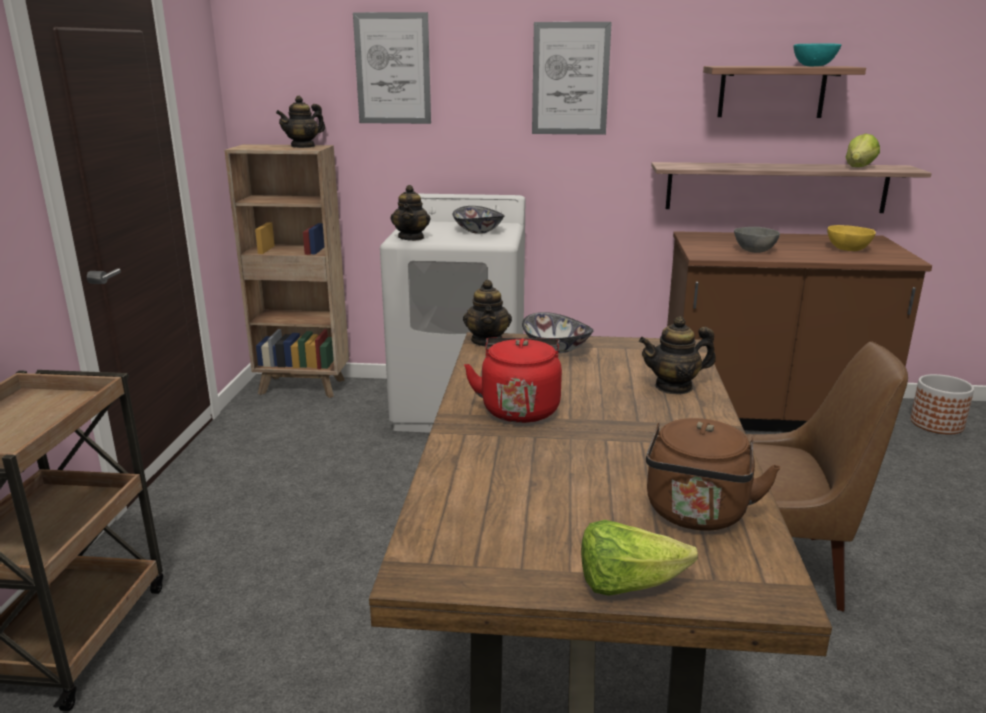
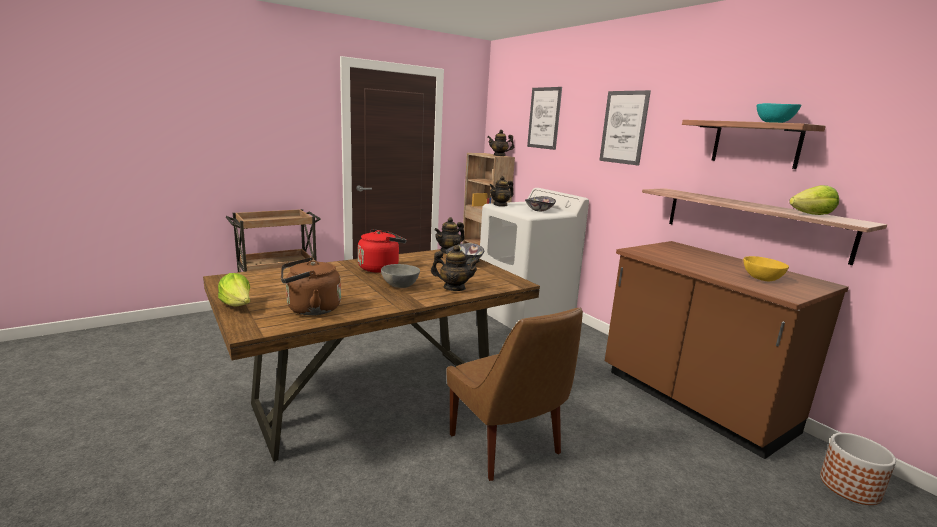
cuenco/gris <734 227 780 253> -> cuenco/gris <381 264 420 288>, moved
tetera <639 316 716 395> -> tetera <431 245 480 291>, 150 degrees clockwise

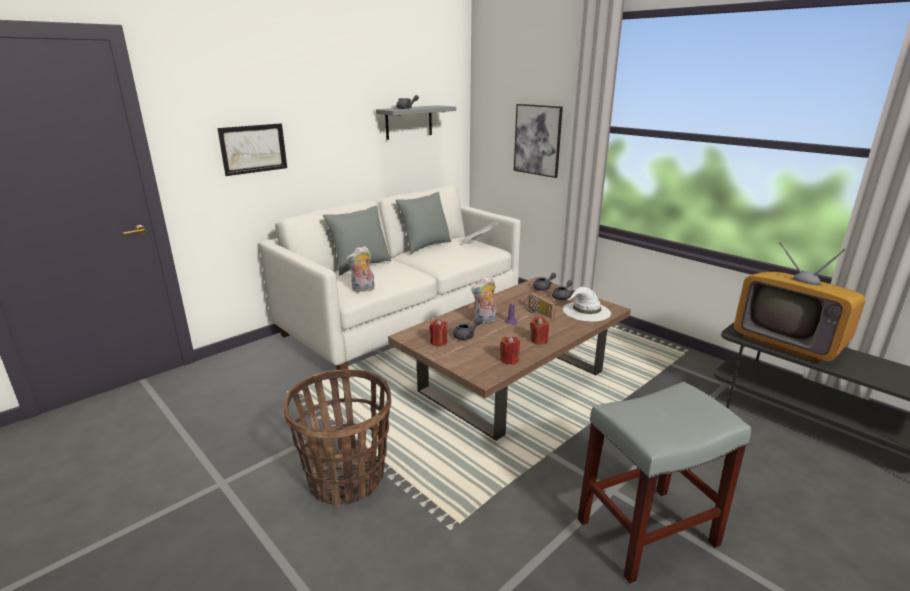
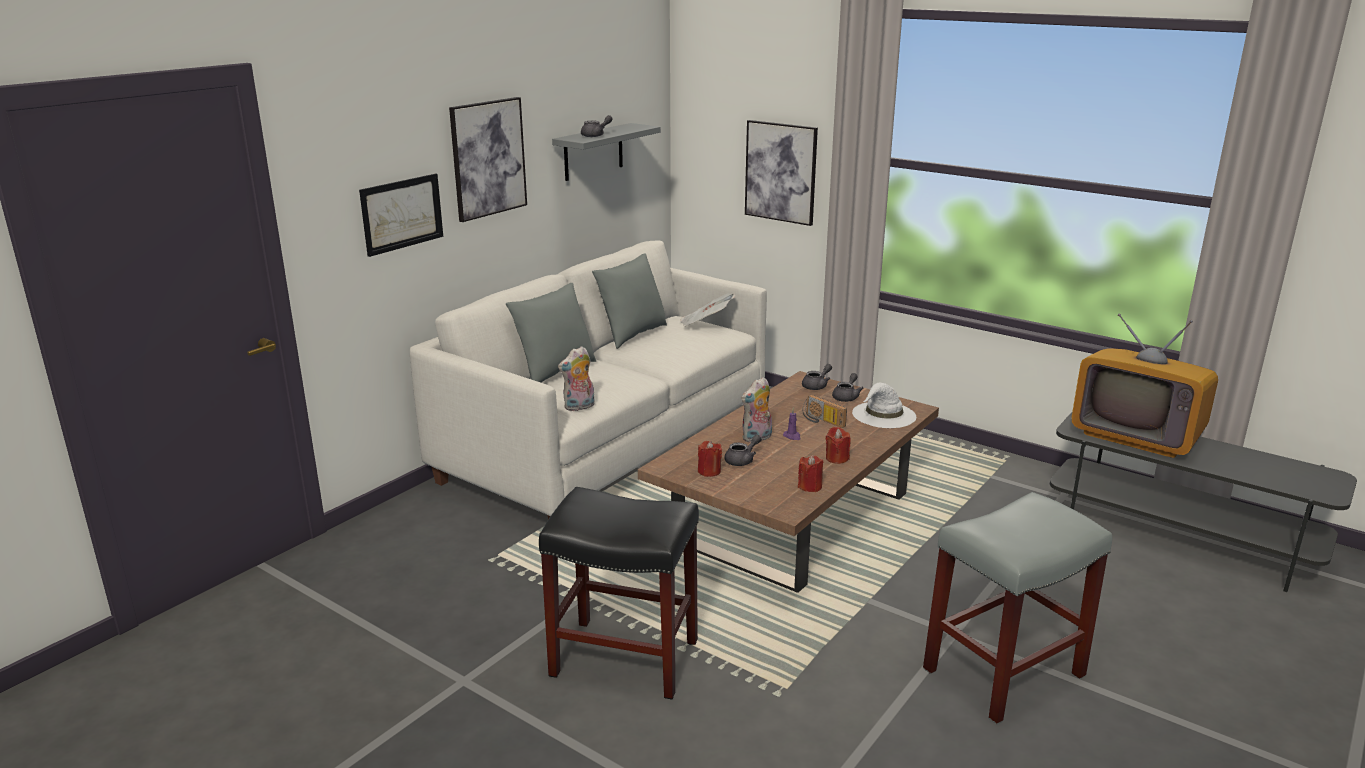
none -> cuadro <449 97 527 222>
cesta <283 369 391 507> -> taburete/negro <539 487 699 700>

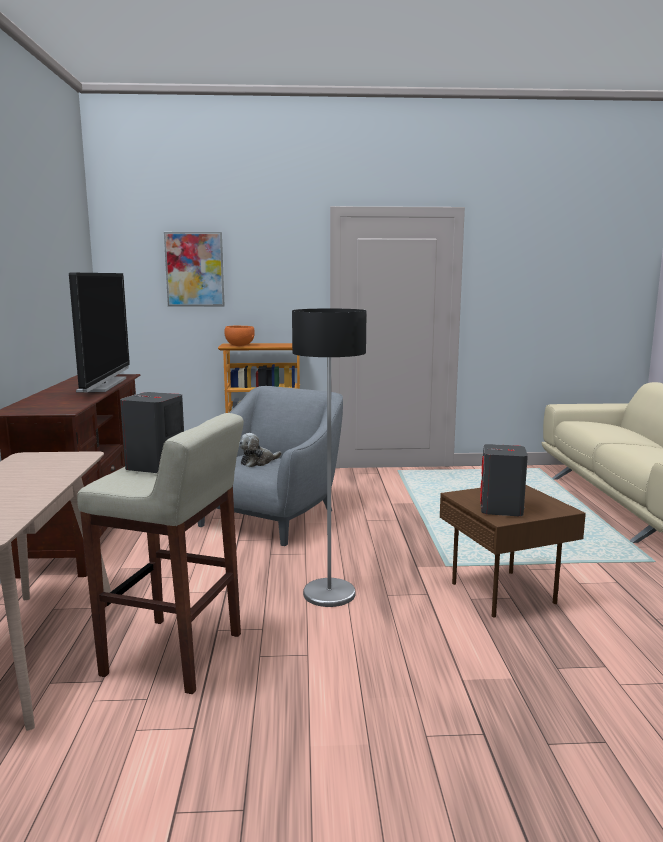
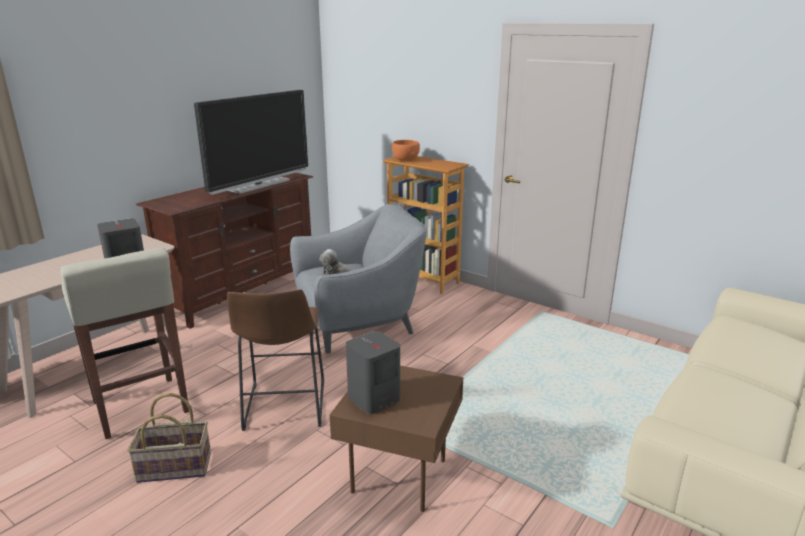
none -> cesta <127 393 211 483>
lámpara de pie <292 308 367 607> -> taburete/marrón <227 289 324 431>
cuadro <164 232 225 307> -> none

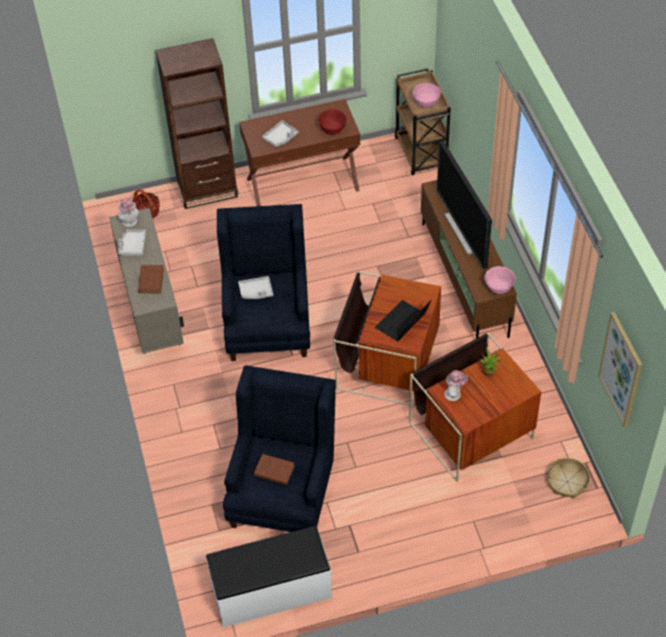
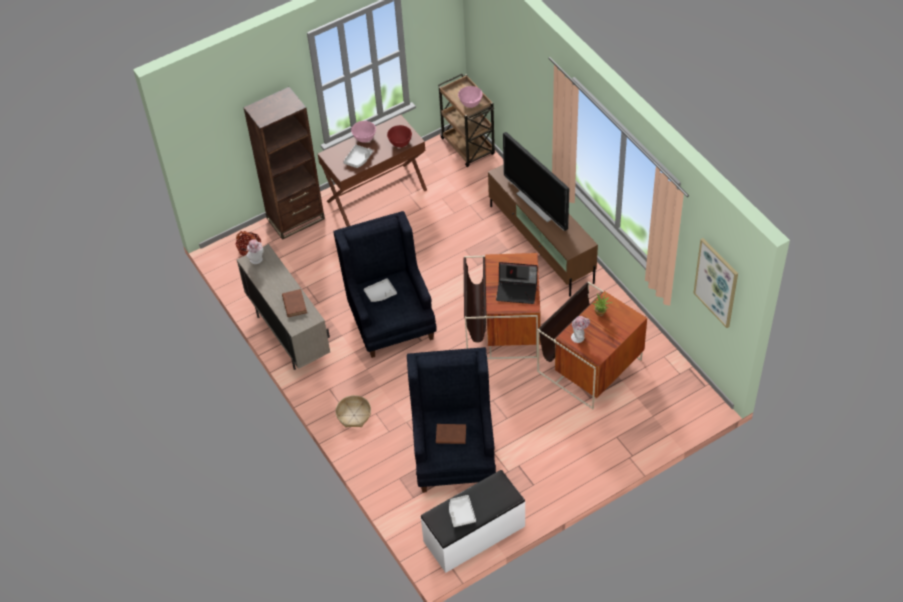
cesta <547 458 590 498> -> cesta <335 395 371 428>, moved
cuenco/rosa <484 266 516 294> -> cuenco/rosa <351 121 376 143>, moved
bandeja/gris <118 229 146 256> -> bandeja/gris <449 495 476 527>, moved
portátil <375 300 432 341> -> portátil <496 262 538 304>, 105 degrees counterclockwise

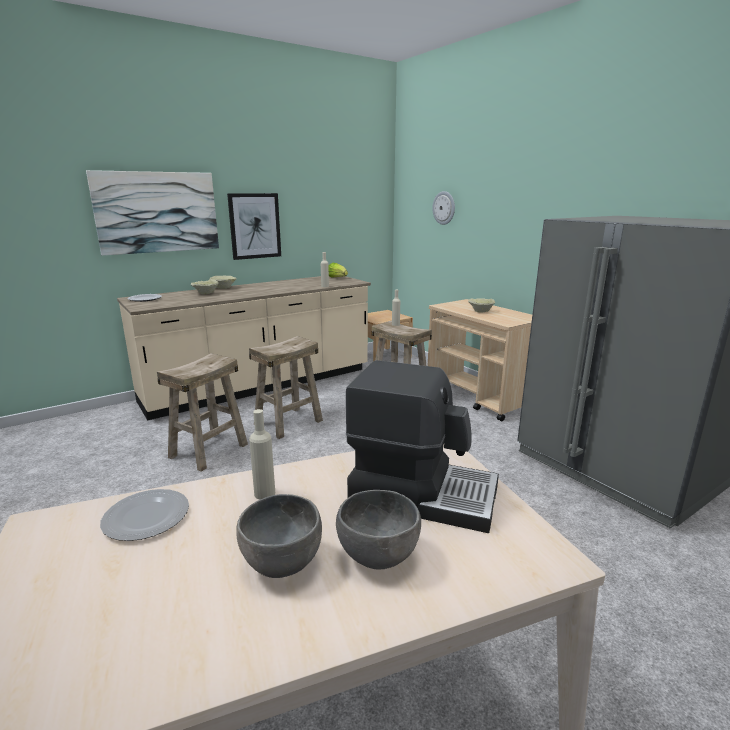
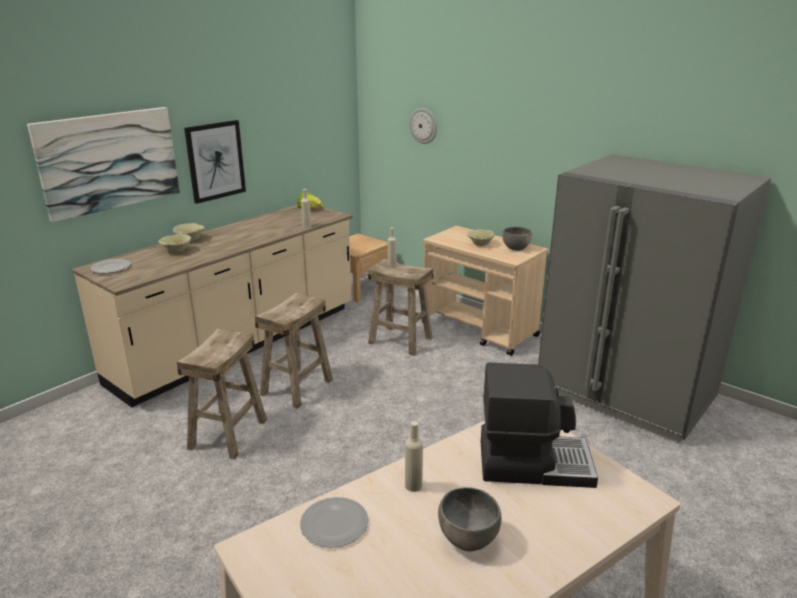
cuenco/gris <336 490 421 569> -> cuenco/gris <502 227 532 251>, moved

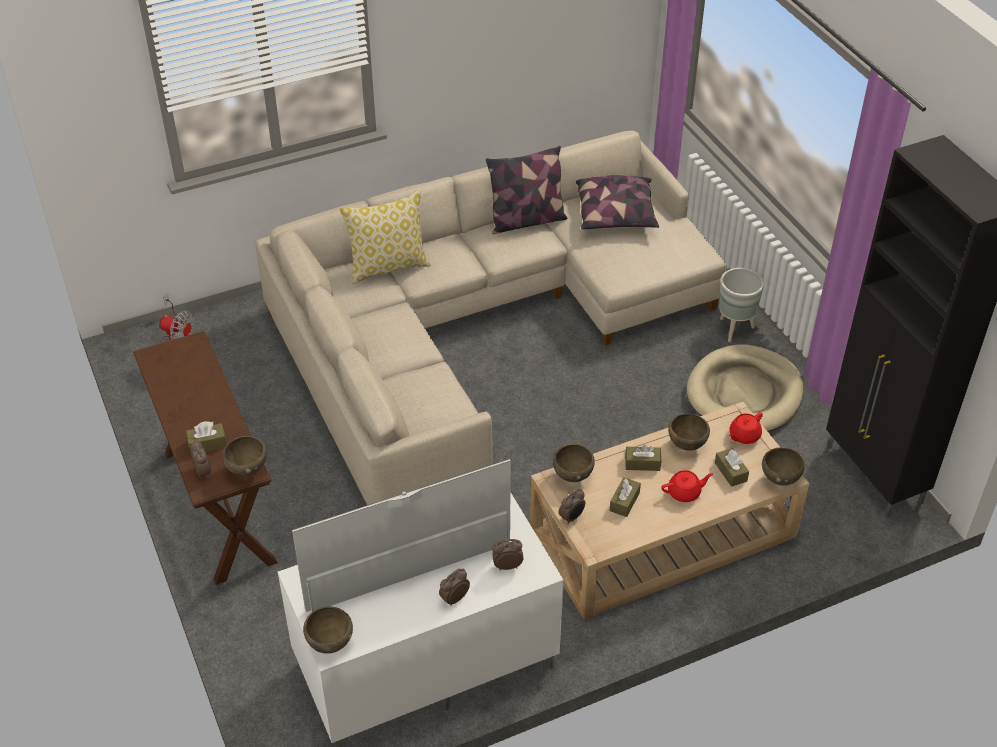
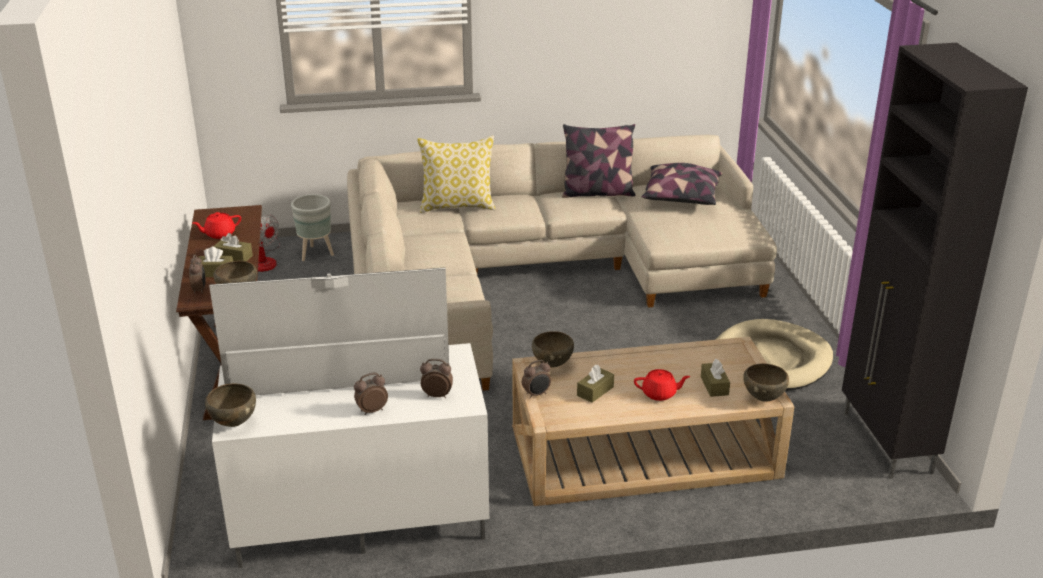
tetera/rojo <729 412 763 444> -> tetera/rojo <193 212 241 239>, moved
caja de pañuelos/marrón <625 445 661 471> -> caja de pañuelos/marrón <213 233 253 262>, moved
maceta/gris <719 268 764 342> -> maceta/gris <291 194 334 261>, moved
cuenco/marrón <668 414 710 451> -> none

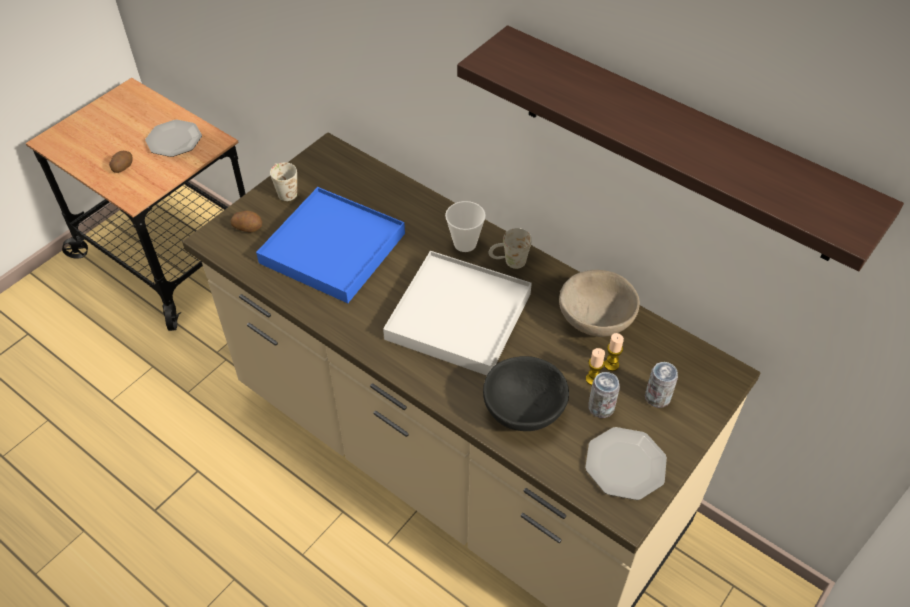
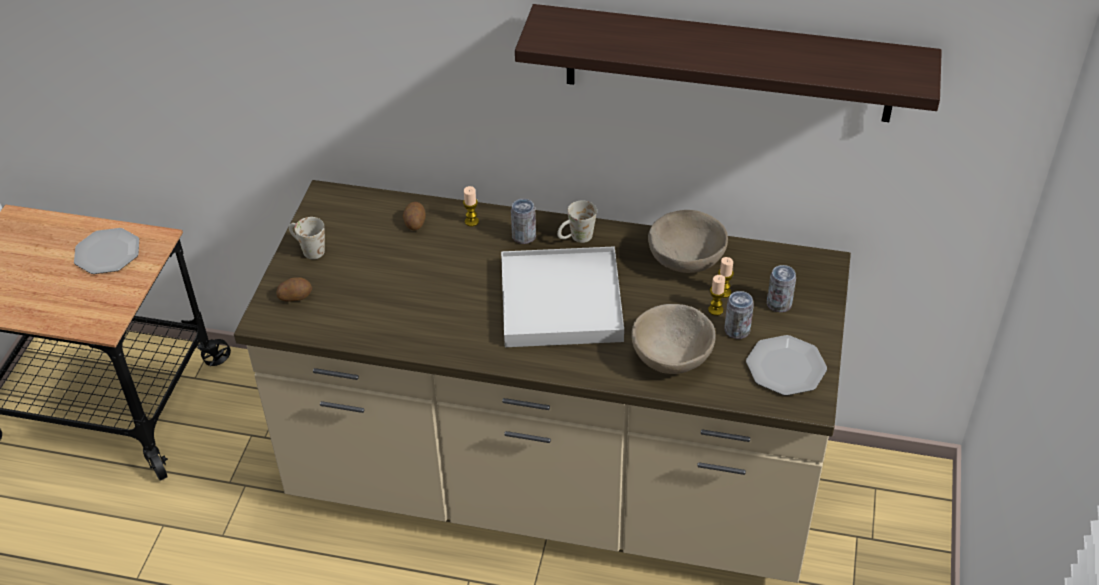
patata <109 151 132 173> -> patata <403 202 426 230>, moved
none -> vela <463 186 479 226>
taza <445 201 486 252> -> lata <511 199 536 244>
cuenco/negro <483 356 569 431> -> cuenco/beis <631 304 715 374>
bandeja/azul <256 187 405 303> -> none

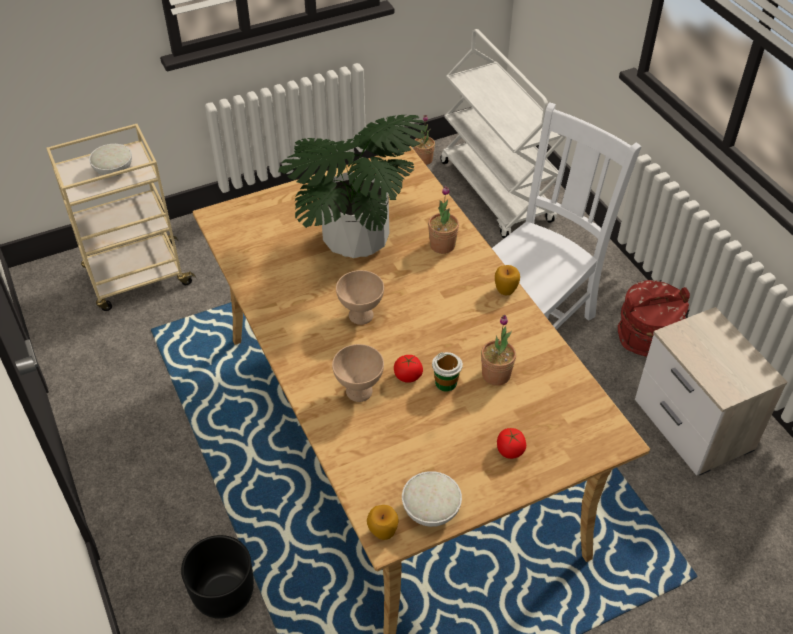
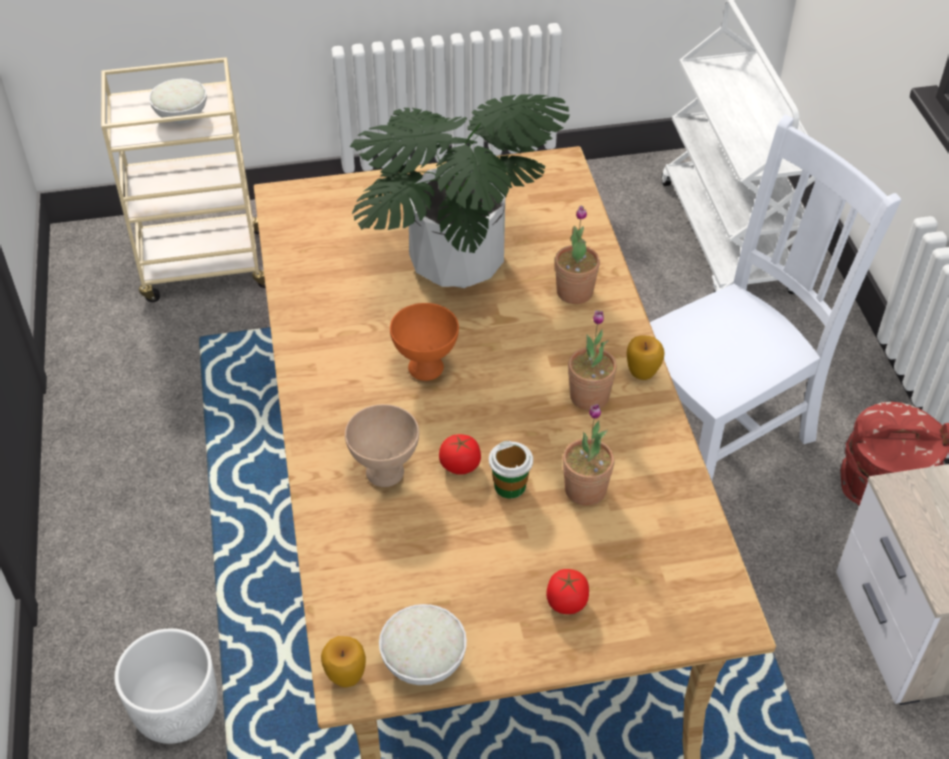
maceta/negro <181 535 254 619> -> maceta/blanco <114 629 218 744>
cuenco/beis <336 270 384 325> -> cuenco/naranja <390 303 459 381>
planta en maceta <413 115 435 165> -> planta en maceta <568 310 617 410>, moved

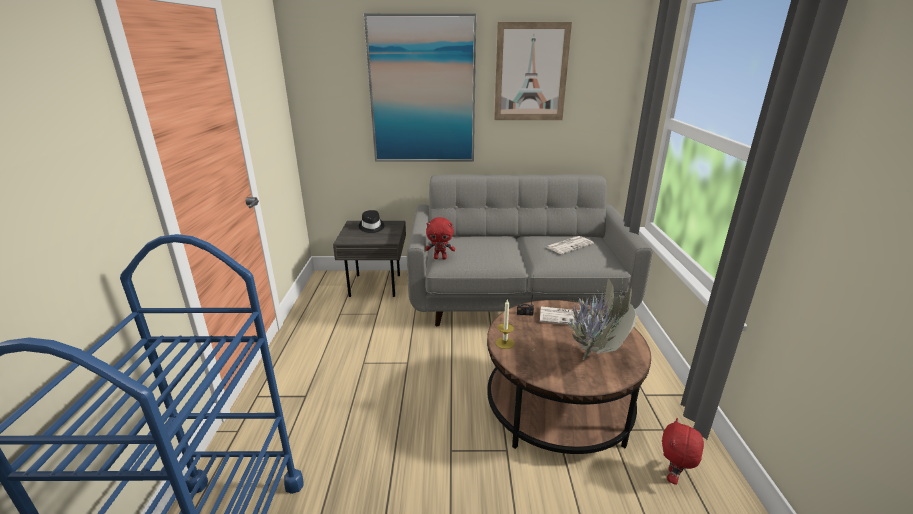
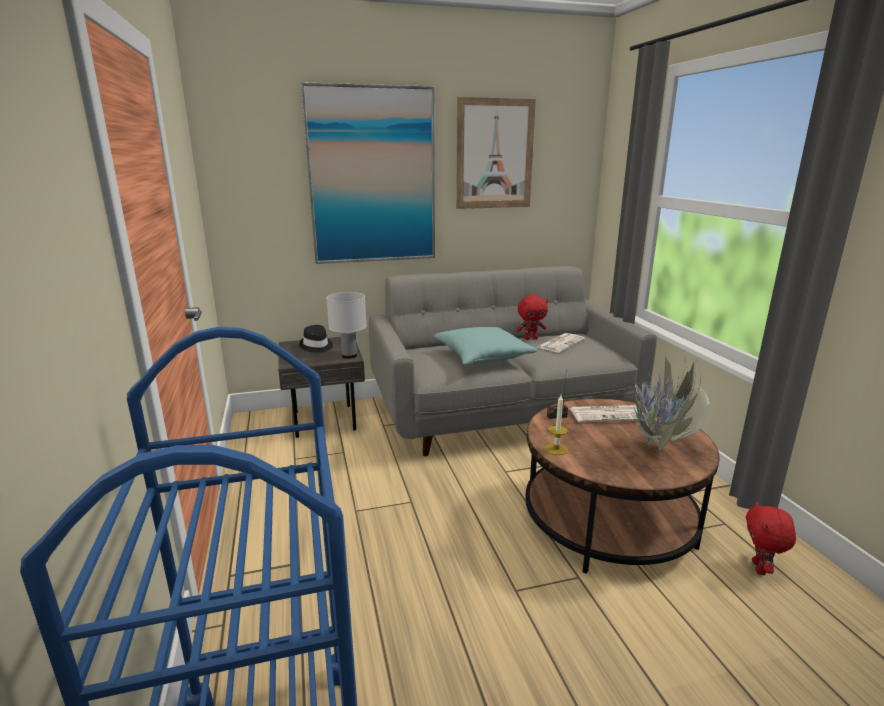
none -> lámpara de mesa/blanco <326 292 367 359>
none -> cojín/turquesa <434 327 537 365>
peluche/rojo <426 217 455 259> -> peluche/rojo <516 295 548 340>, moved

